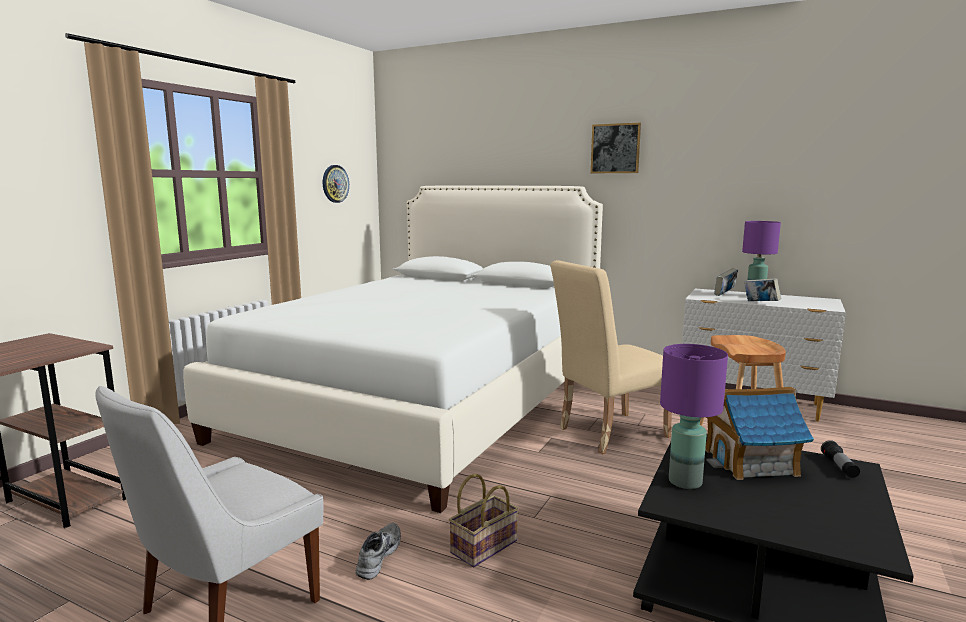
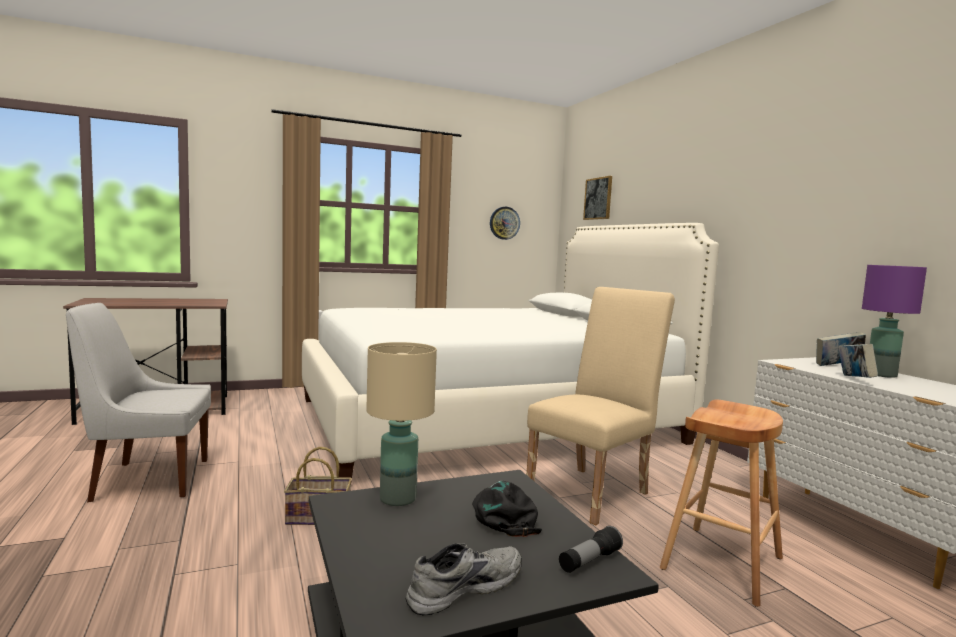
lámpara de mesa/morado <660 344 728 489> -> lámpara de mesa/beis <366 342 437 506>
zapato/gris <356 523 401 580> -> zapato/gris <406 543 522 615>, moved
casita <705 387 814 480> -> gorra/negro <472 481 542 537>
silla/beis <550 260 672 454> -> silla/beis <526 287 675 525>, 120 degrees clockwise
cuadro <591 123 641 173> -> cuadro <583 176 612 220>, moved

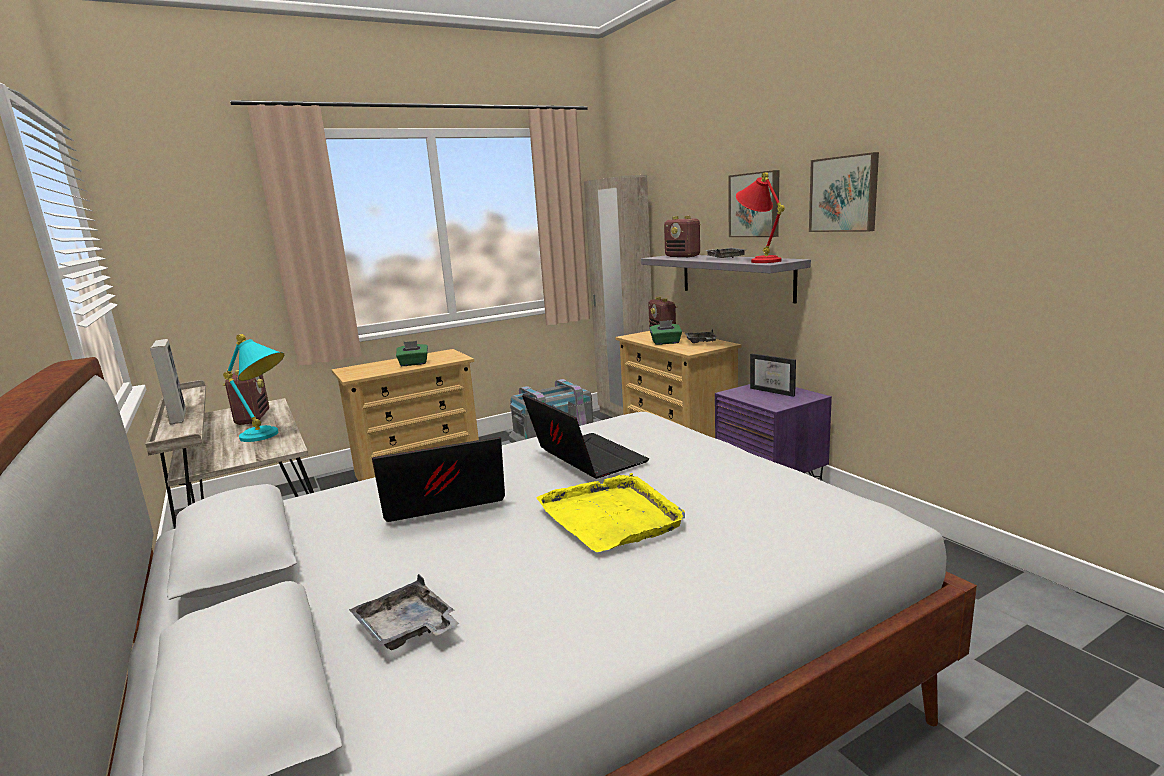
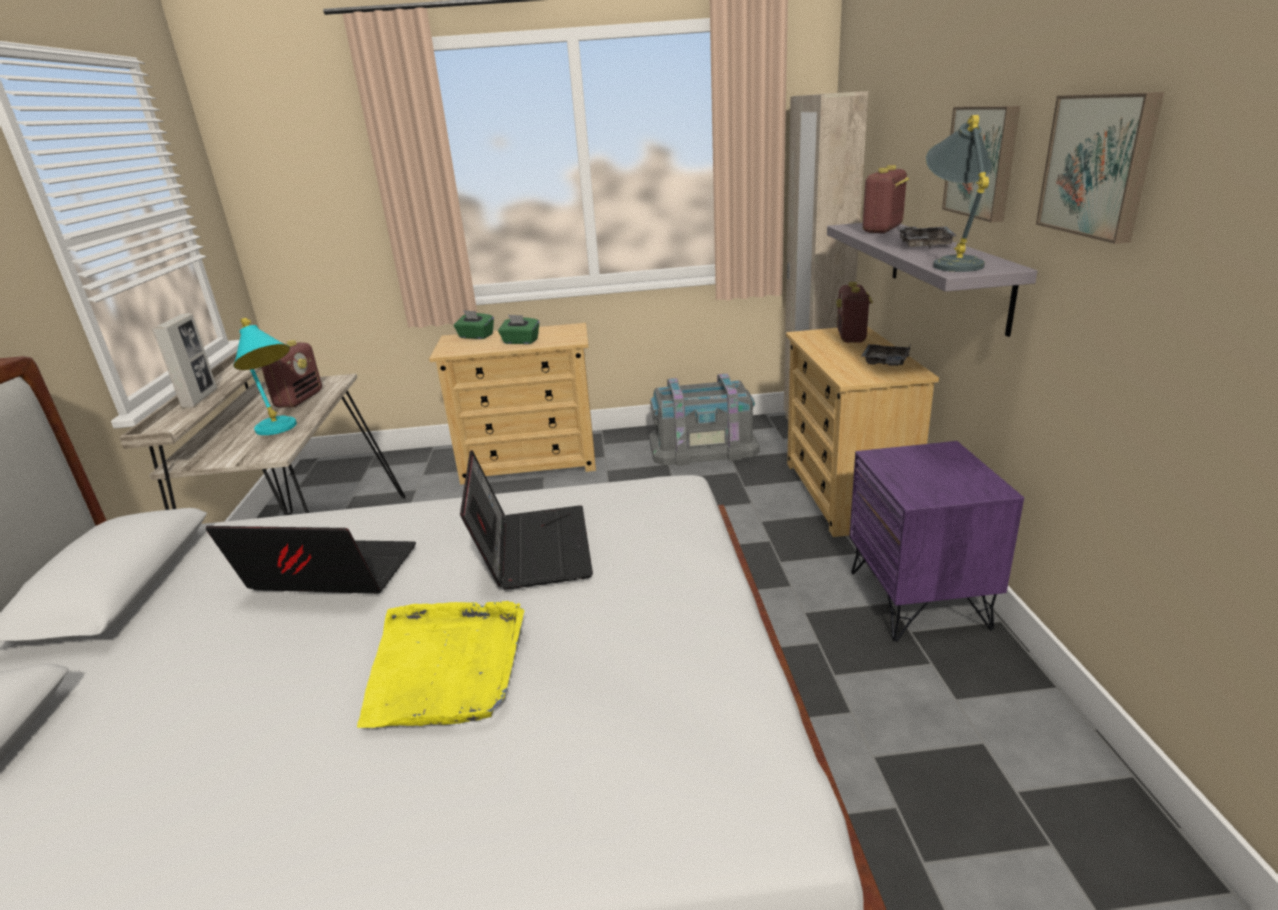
caja de pañuelos/verde <649 320 682 345> -> caja de pañuelos/verde <454 310 494 339>, moved
radio <664 216 701 257> -> radio <862 165 910 233>, 45 degrees clockwise
lámpara de mesa/rojo <736 172 785 263> -> lámpara de mesa/gris <926 115 992 272>
bandeja/gris <349 574 460 650> -> none
portarretratos <750 354 796 397> -> none

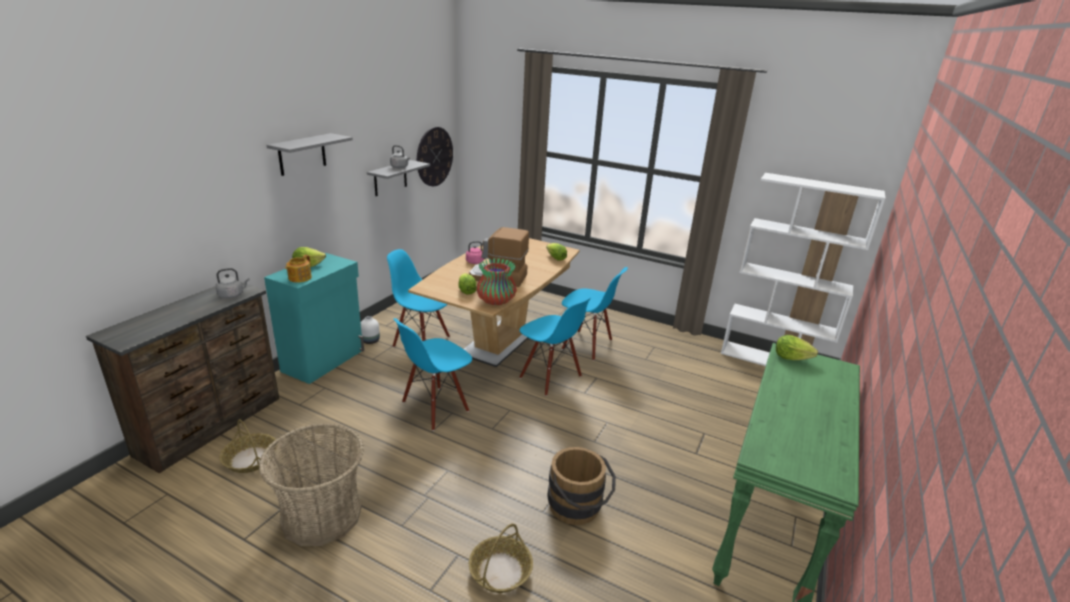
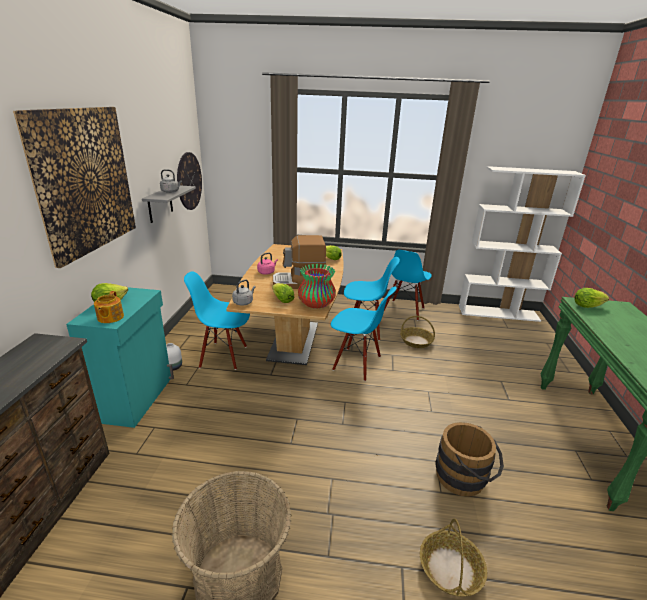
estante/gris <267 133 353 176> -> cuadro <13 107 136 268>
hervidor/gris <216 268 249 298> -> hervidor/gris <232 279 255 306>, moved
silla/azul <393 318 472 431> -> silla/azul <384 250 432 321>, moved
cesta <219 419 278 473> -> cesta <400 316 435 348>, moved

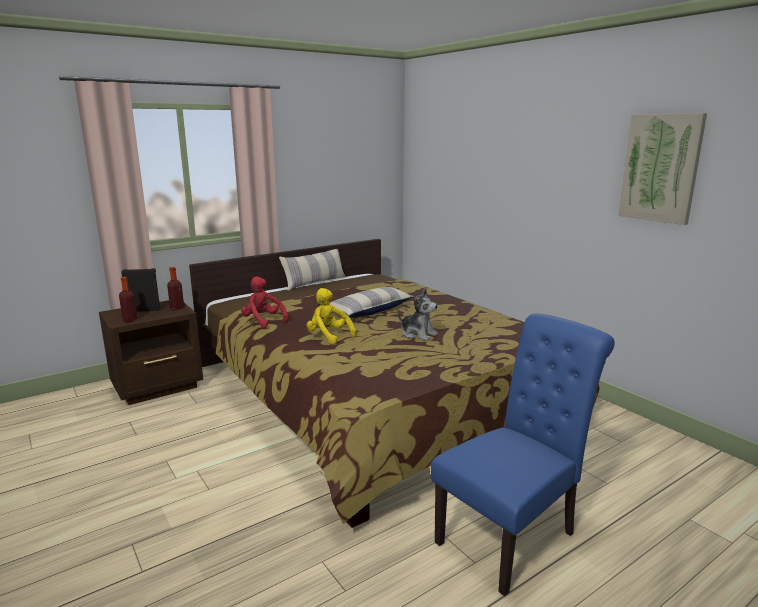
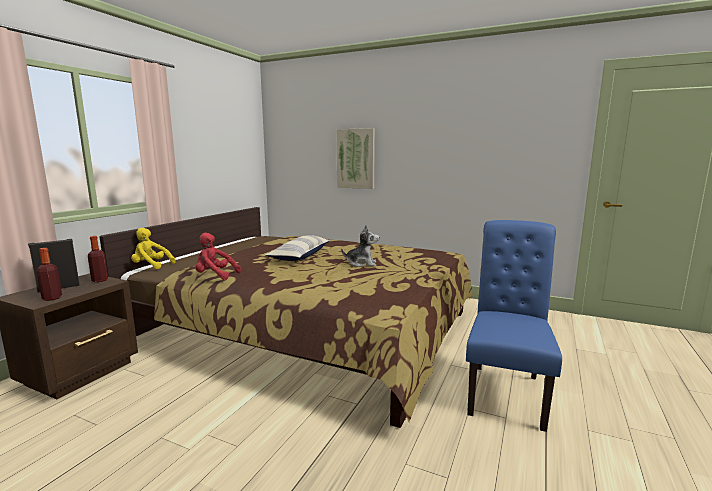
peluche/amarillo <307 288 357 344> -> peluche/amarillo <131 228 176 269>, moved
cuadro <618 113 707 225> -> cuadro <337 128 375 189>, moved
cojín <279 249 346 291> -> none

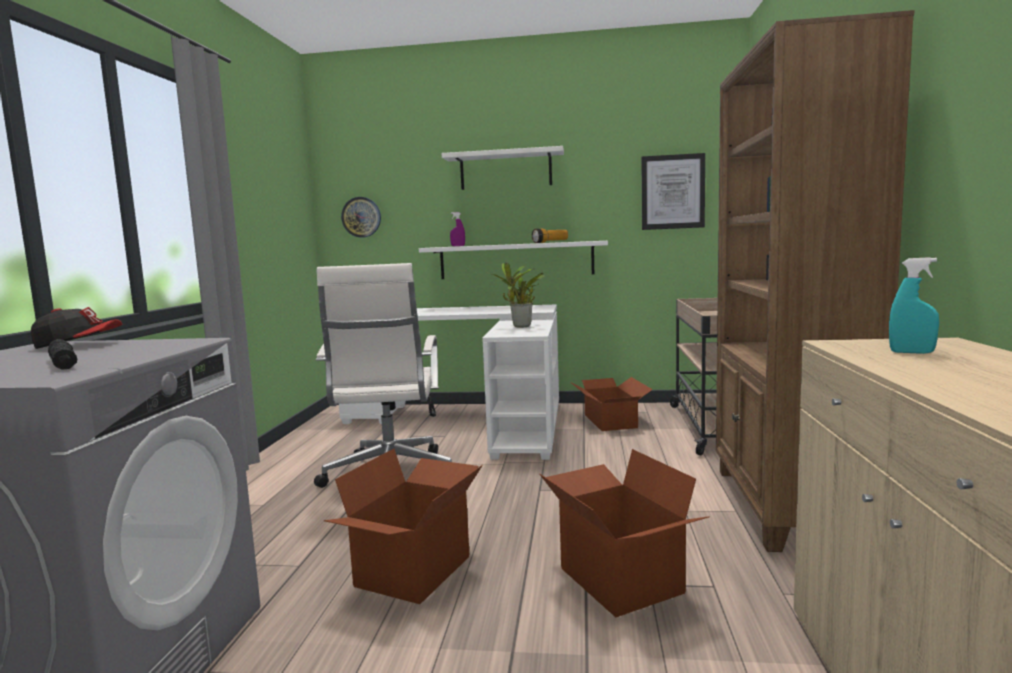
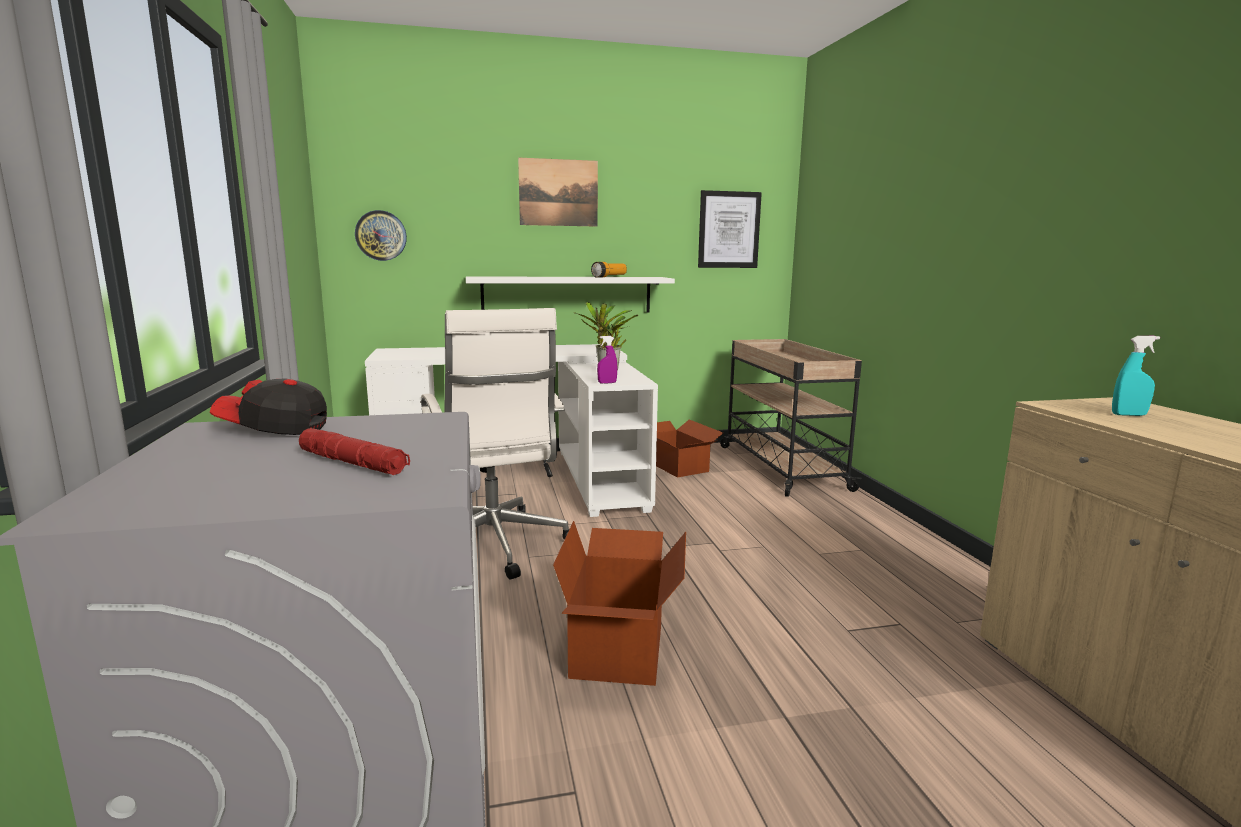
gorra <31 307 122 349> -> gorra <210 378 327 435>, 150 degrees counterclockwise
linterna/negro <48 339 77 370> -> linterna/rojo <299 428 410 475>
estante/blanco <442 146 564 190> -> cuadro <518 158 598 227>
pulverizador/morado <450 212 465 246> -> pulverizador/morado <597 336 617 384>, moved
caja de cartón <540 449 710 617> -> none
estantería/marrón <716 10 915 552> -> none

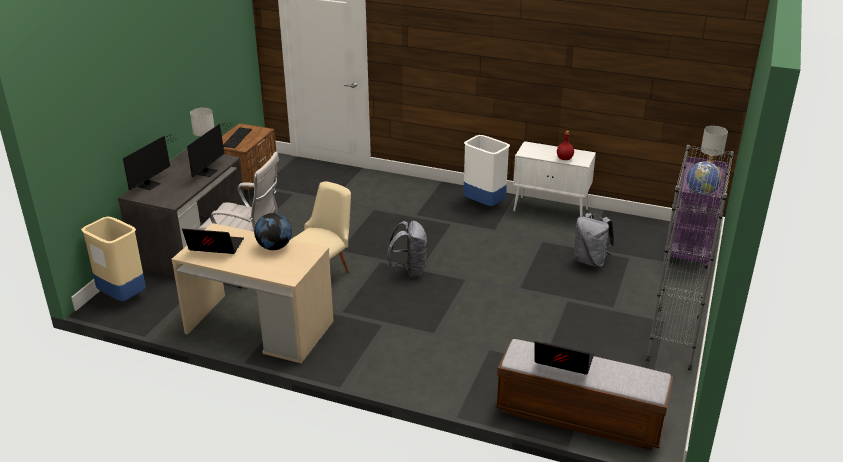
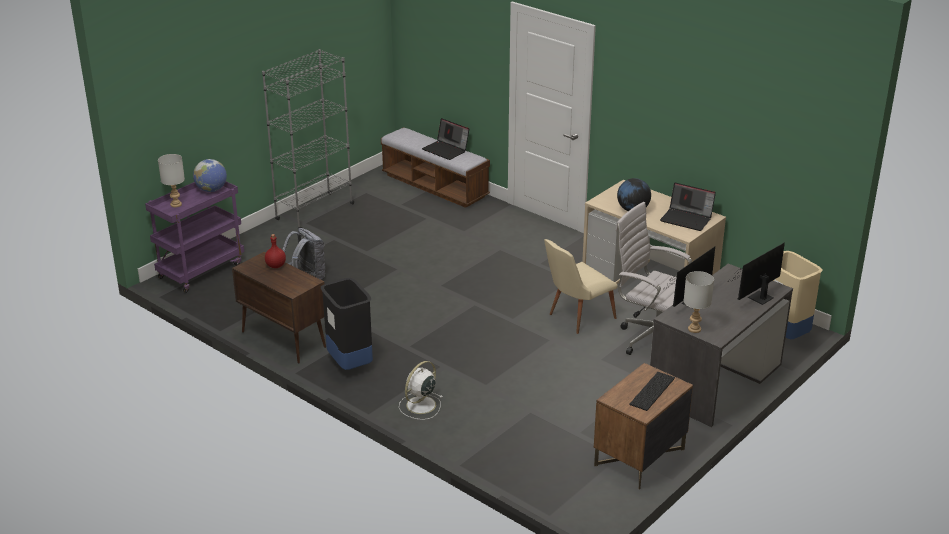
armario/blanco <513 141 596 217> -> armario/marrón <232 252 326 364>
papelera/blanco <464 135 510 206> -> papelera/negro <321 278 373 370>
none -> ventilador/blanco <399 361 442 420>
mochila/gris <387 221 427 278> -> none

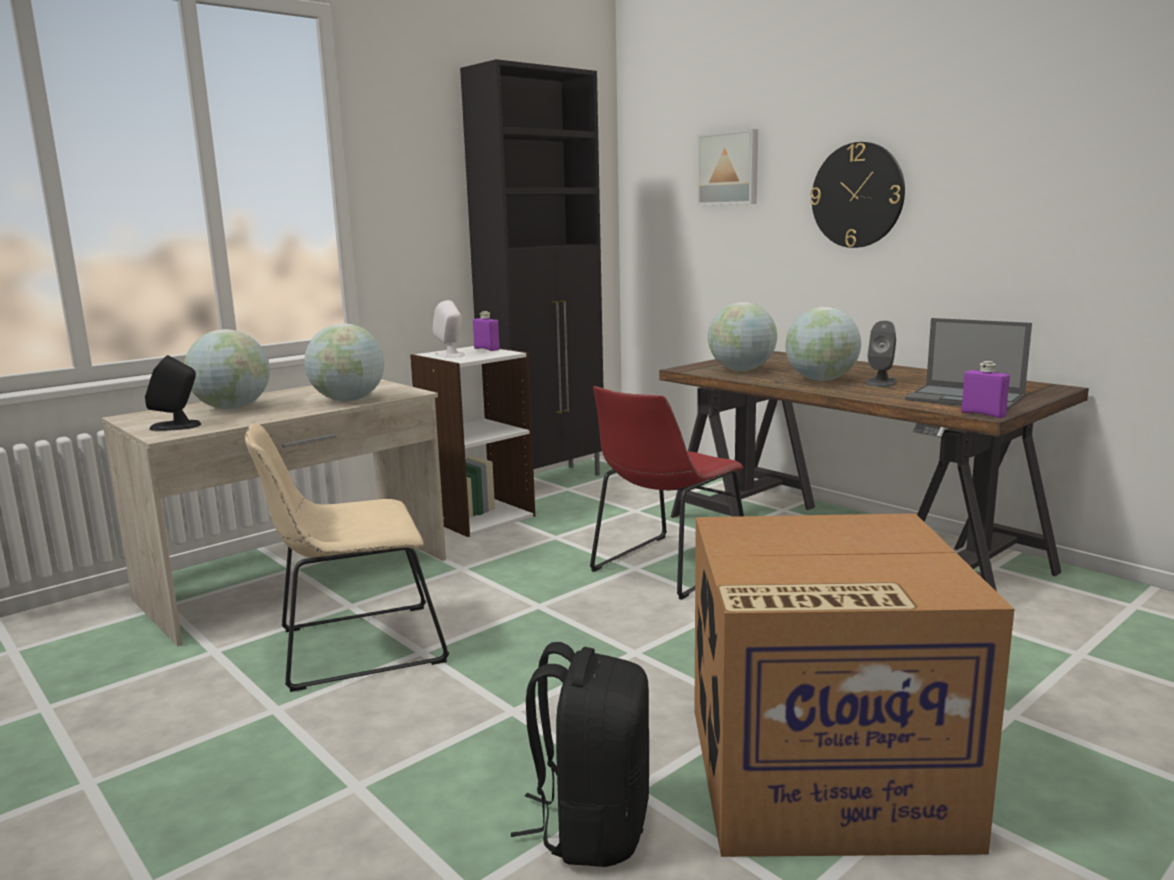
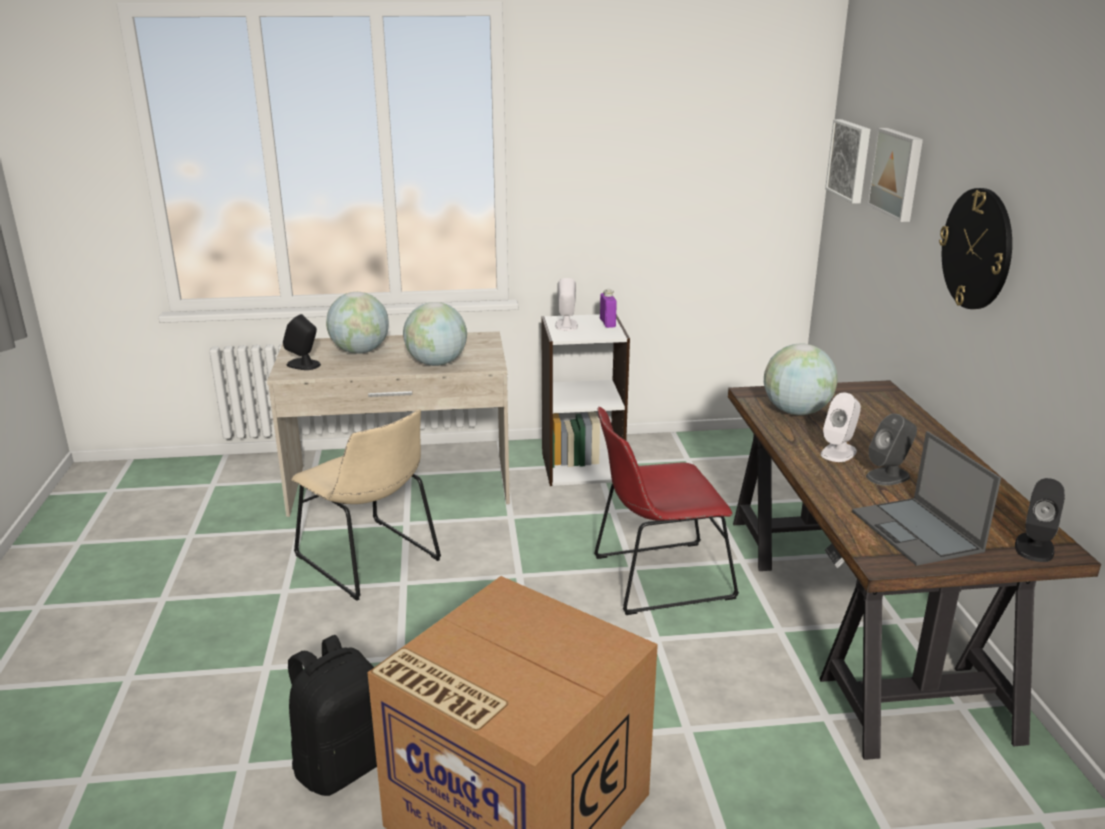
silla/beis <245 423 449 692> -> silla/beis <292 409 441 601>, 150 degrees counterclockwise
globo terráqueo <785 307 861 381> -> altavoz/blanco <821 393 861 462>
none -> cuadro <825 119 870 204>
none -> altavoz/negro <1015 478 1065 562>
armario/negro <460 59 603 476> -> none
botella/morado <961 361 1010 418> -> none

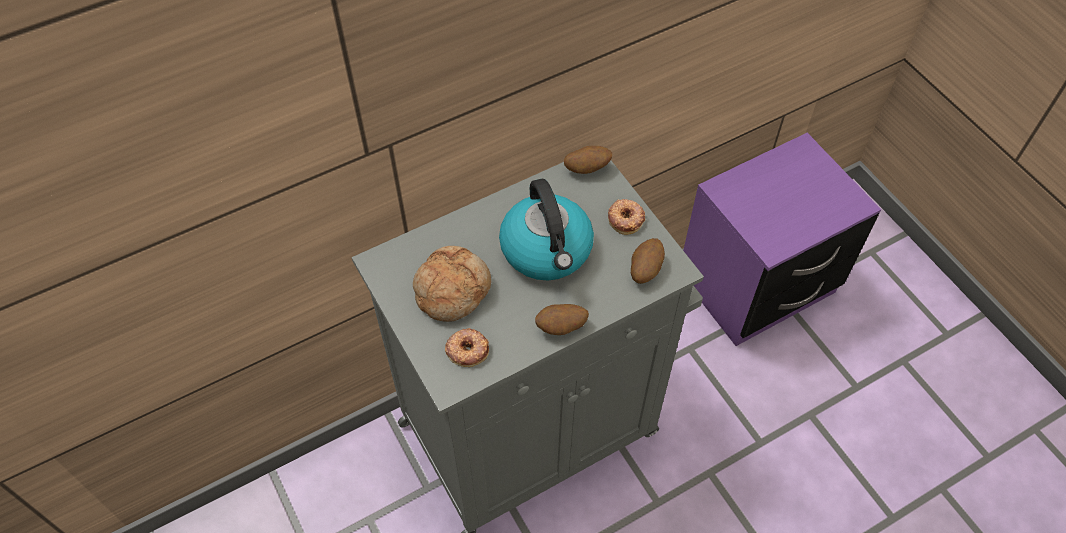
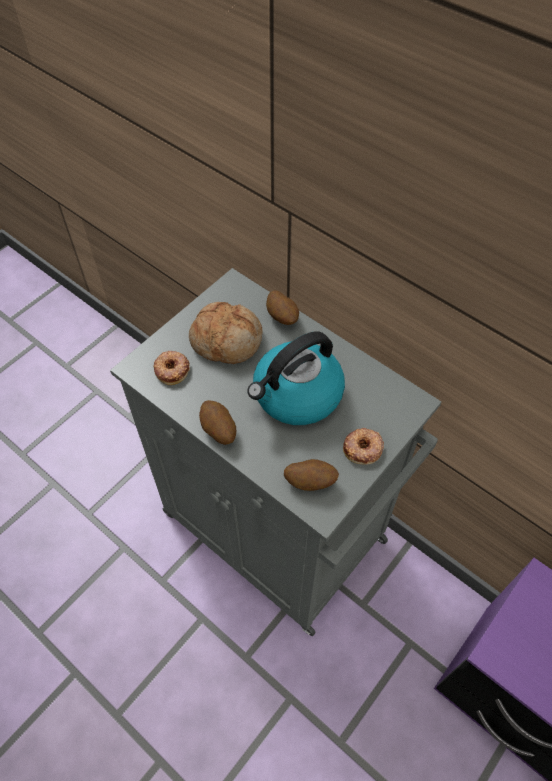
patata <564 146 612 174> -> patata <266 290 299 325>, moved

